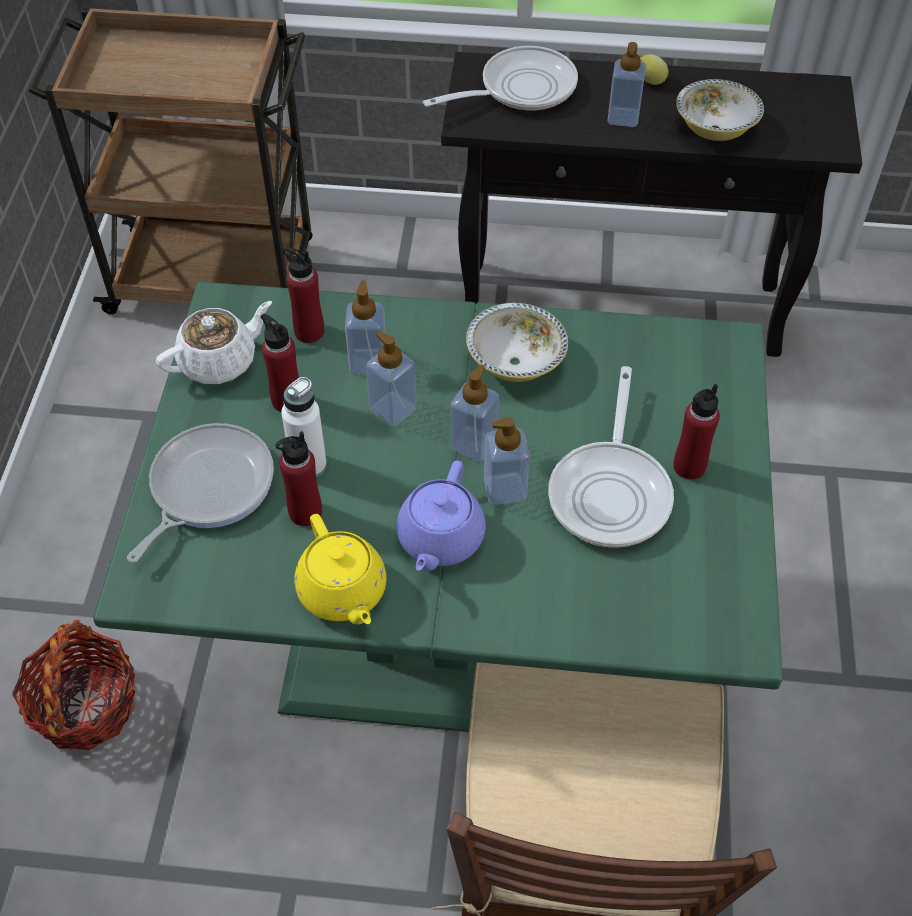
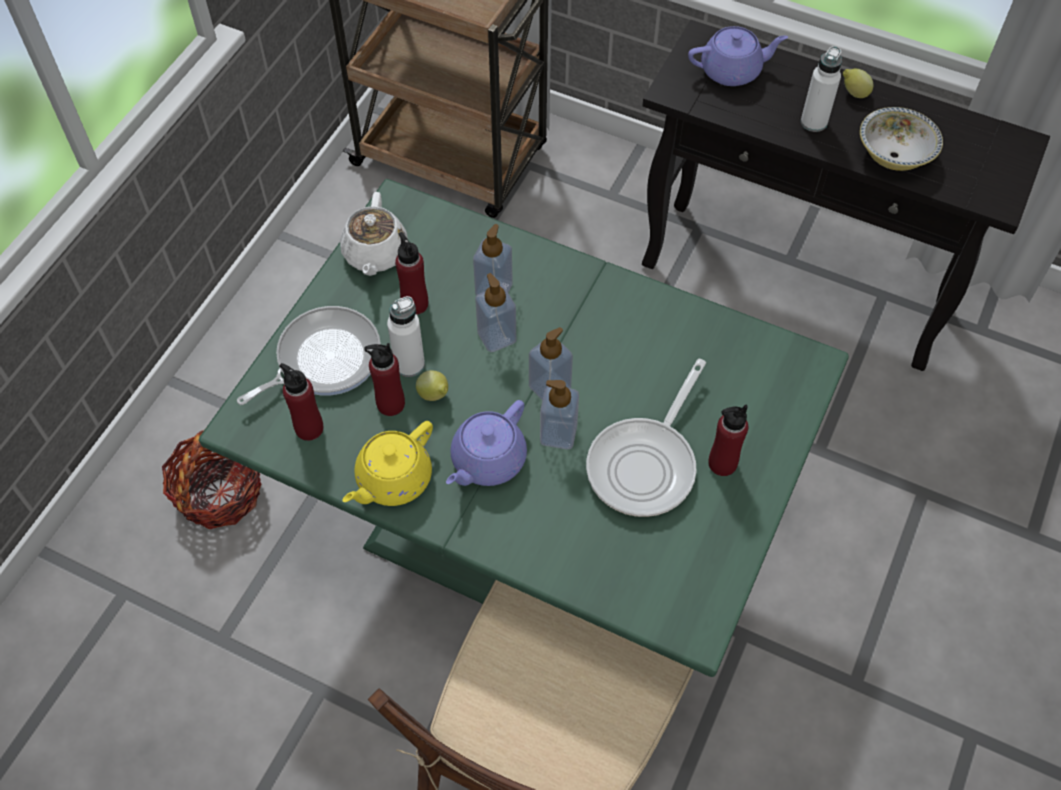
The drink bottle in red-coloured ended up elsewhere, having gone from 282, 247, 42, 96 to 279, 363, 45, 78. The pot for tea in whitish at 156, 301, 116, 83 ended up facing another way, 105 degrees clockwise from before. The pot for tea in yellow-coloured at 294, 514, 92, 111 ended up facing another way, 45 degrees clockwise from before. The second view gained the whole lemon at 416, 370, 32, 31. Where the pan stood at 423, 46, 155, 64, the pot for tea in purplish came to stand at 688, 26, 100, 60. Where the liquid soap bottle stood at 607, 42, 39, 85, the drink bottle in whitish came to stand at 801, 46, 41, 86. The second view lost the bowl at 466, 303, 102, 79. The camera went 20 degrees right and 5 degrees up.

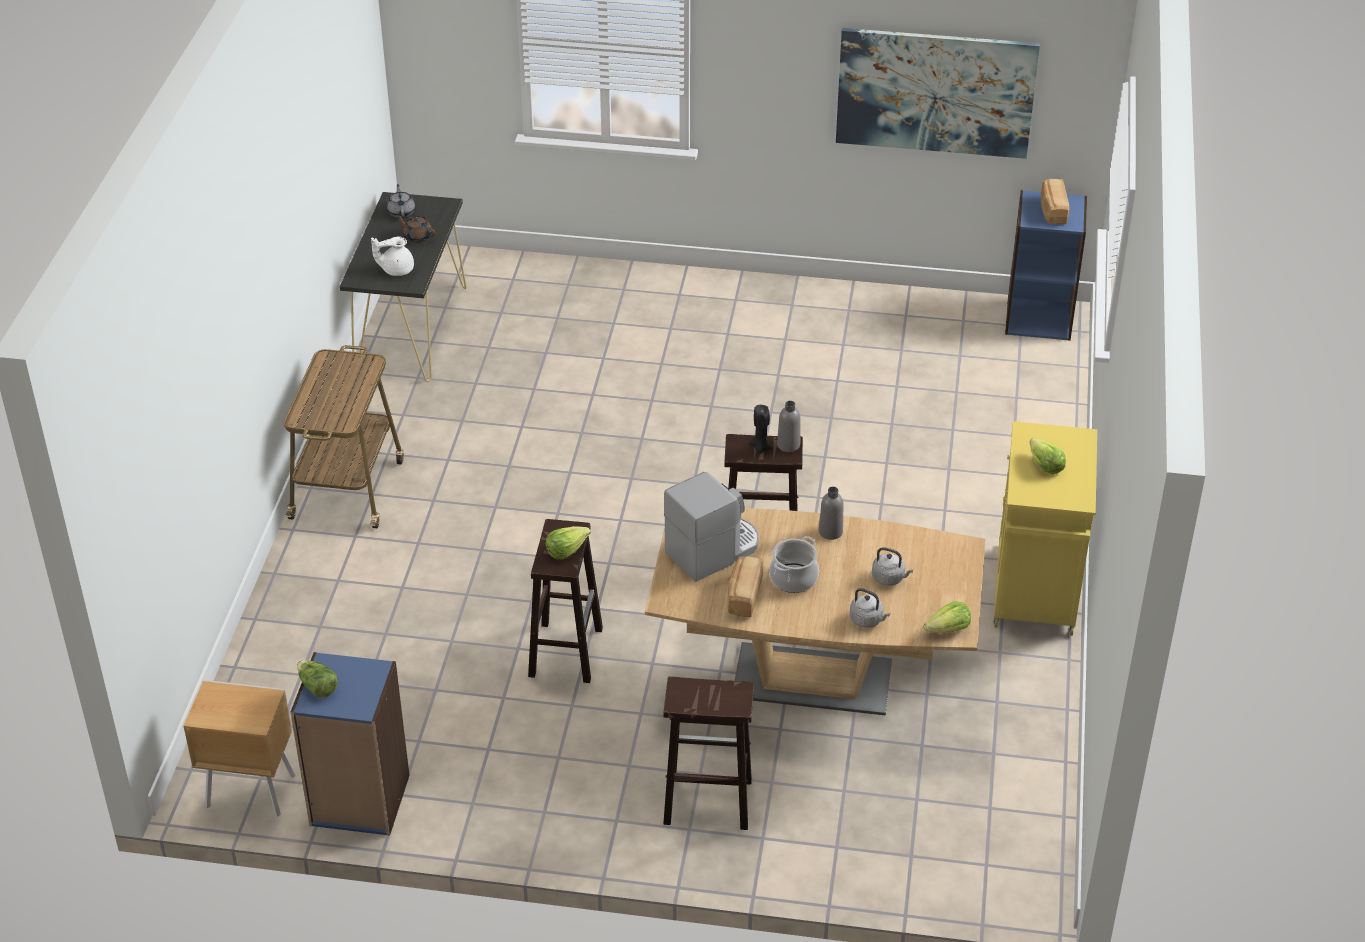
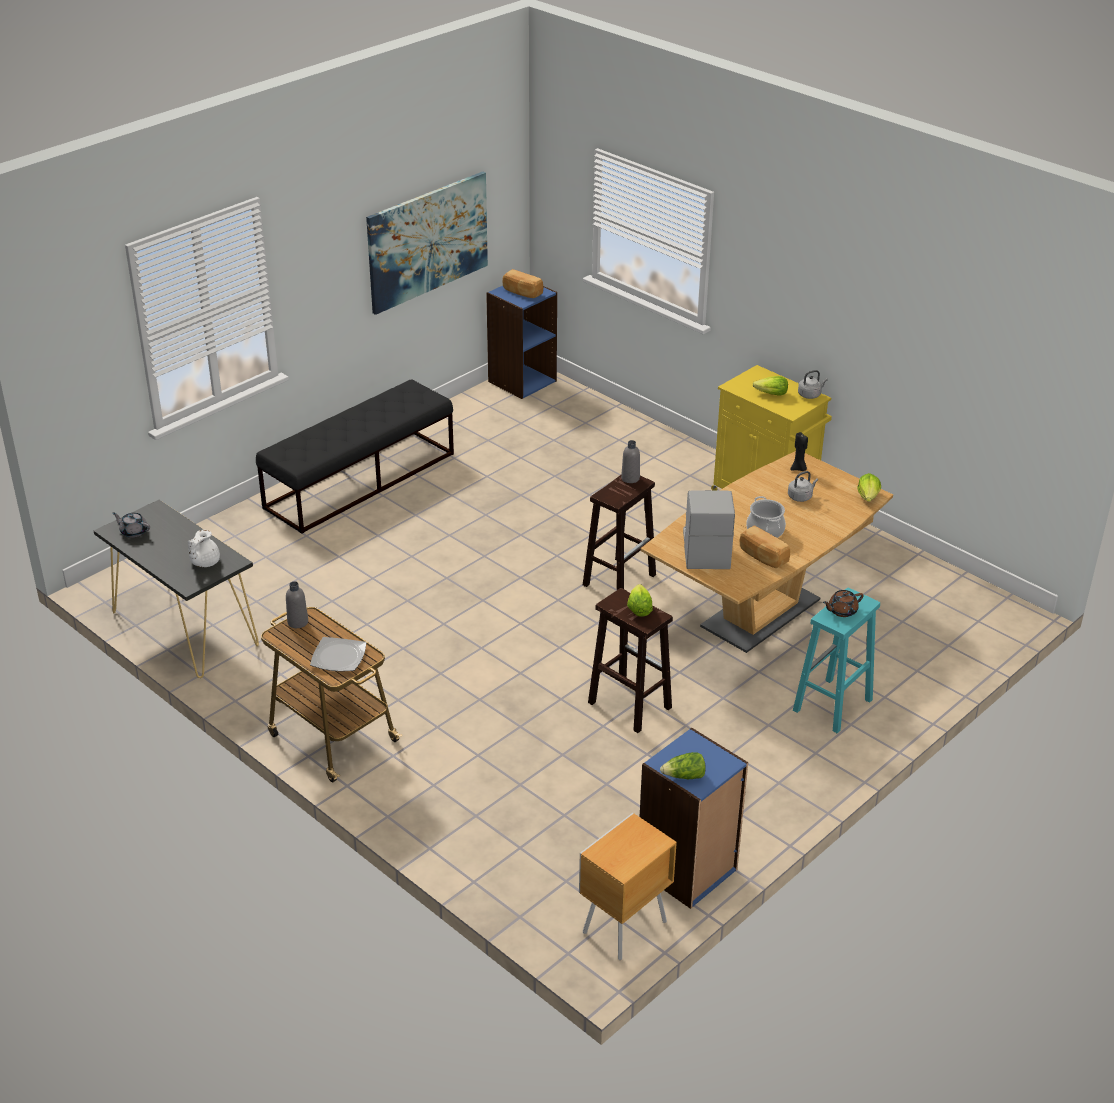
The second view gained the long seat in black-coloured at 256, 379, 198, 155. The drink bottle in grey ended up elsewhere, having gone from 819, 487, 24, 53 to 286, 581, 22, 47. The second view gained the flat dish at 310, 637, 56, 35. The wax light in black-coloured ended up elsewhere, having gone from 749, 405, 24, 49 to 790, 432, 18, 39. What was the stool in brown-coloured at 663, 676, 91, 154 turned into the stool in blue-green at 793, 588, 87, 146. The tea kettle in grey ended up elsewhere, having gone from 850, 588, 40, 40 to 798, 370, 30, 29. The pot for tea in brown-coloured ended up elsewhere, having gone from 396, 214, 39, 29 to 823, 590, 41, 27. The camera went 55 degrees left and 5 degrees down.

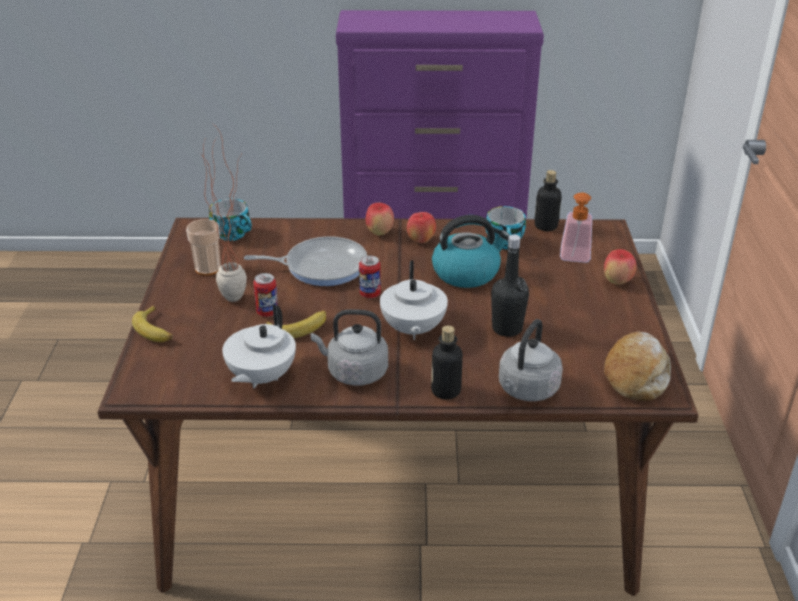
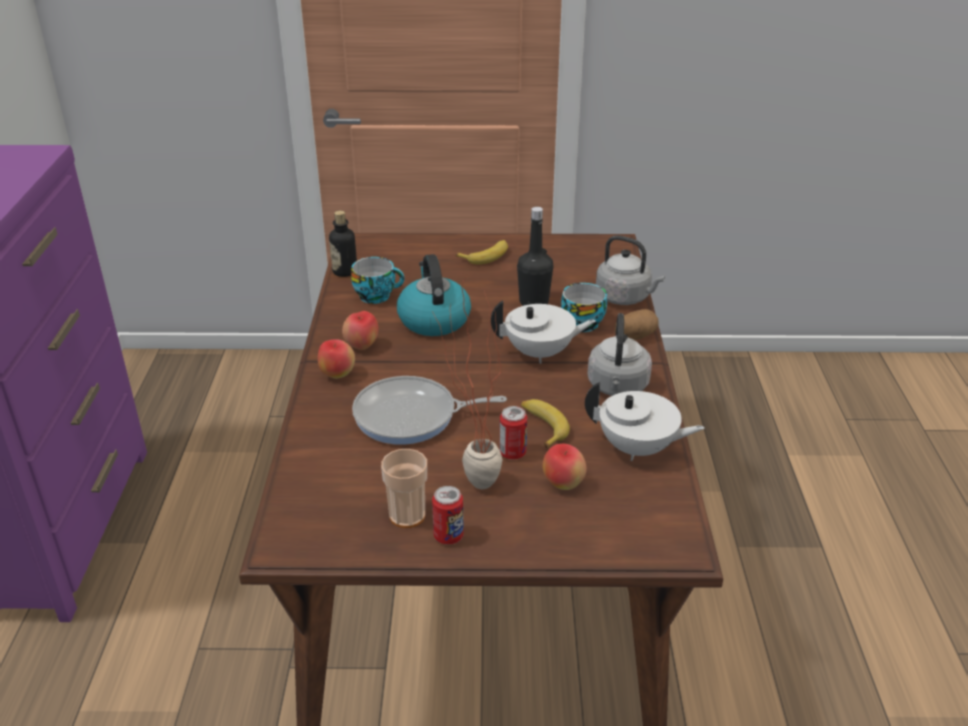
The pan at 244, 236, 123, 50 ended up facing another way, 90 degrees counterclockwise from before. The can ended up elsewhere, having gone from 359, 256, 22, 42 to 432, 486, 32, 59. The whole banana ended up elsewhere, having gone from 132, 305, 41, 37 to 455, 240, 53, 24. The whole apple ended up elsewhere, having gone from 604, 249, 33, 36 to 542, 444, 45, 46. The small cup ended up elsewhere, having gone from 209, 199, 43, 42 to 561, 283, 46, 49. Where the drink bottle stood at 431, 325, 32, 75, the potato came to stand at 615, 309, 44, 31. The second view lost the liquid soap bottle at 560, 193, 32, 70. The second view lost the baked bread at 604, 332, 67, 69. The camera went 90 degrees left and 0 degrees up.

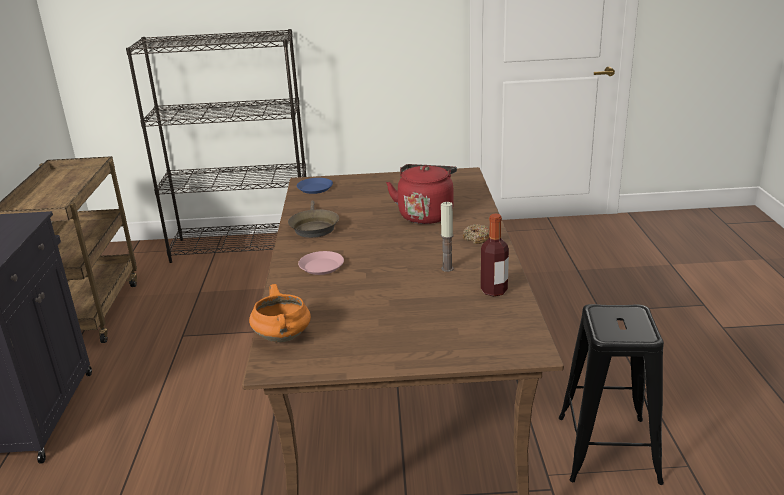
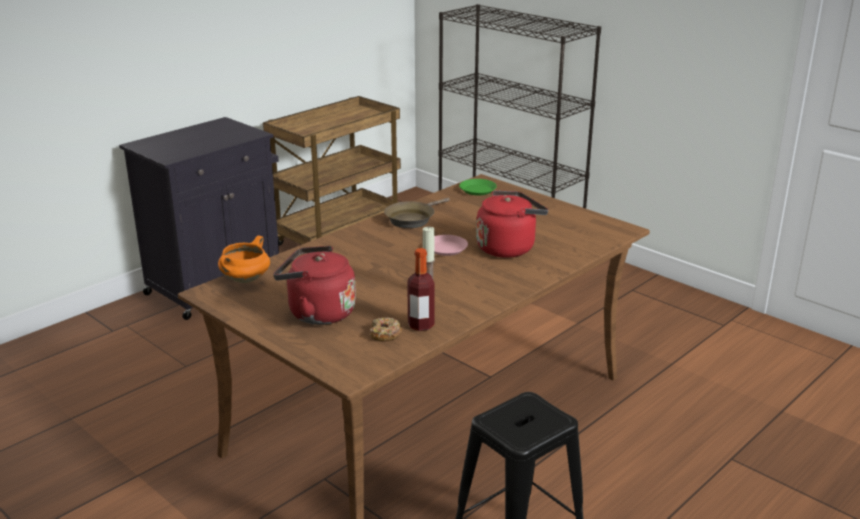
The second view gained the tea kettle in red-coloured at 273, 246, 83, 79. The ring doughnut ended up elsewhere, having gone from 463, 224, 26, 20 to 370, 317, 32, 25. The flat dish in pink-coloured ended up elsewhere, having gone from 298, 251, 46, 24 to 434, 235, 34, 21. What was the flat dish in bluish at 297, 178, 36, 16 turned into the flat dish in green at 459, 179, 38, 16. The camera went 45 degrees right and 0 degrees up.

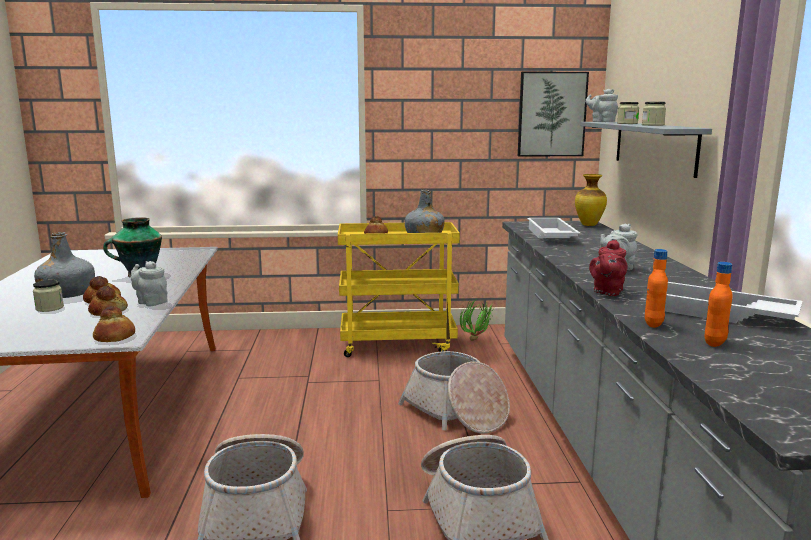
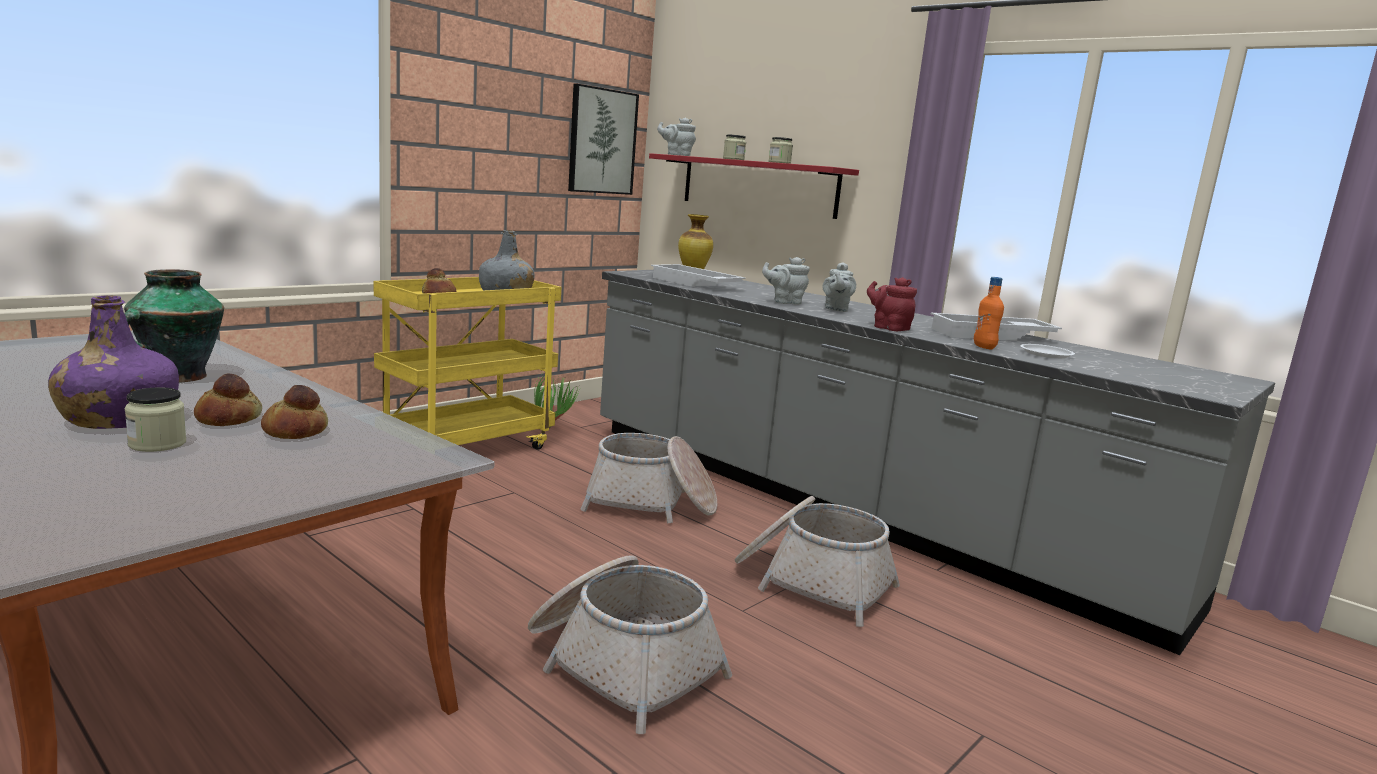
What was the drink bottle in grey at 34, 232, 61, 66 turned into the drink bottle in purplish at 48, 295, 131, 134. What was the shelf in grey at 580, 122, 132, 56 turned into the shelf in red-coloured at 649, 153, 210, 66. The pot for tea in grey ended up elsewhere, having gone from 131, 261, 37, 45 to 762, 257, 48, 48. The pot for tea in red-coloured at 589, 240, 39, 56 ended up facing another way, 150 degrees clockwise from before. Where the drink bottle in orangey stood at 705, 262, 28, 85, the flat dish in whitish came to stand at 1020, 344, 55, 14. The second view lost the baked bread at 93, 306, 42, 36. The camera went 45 degrees left and 0 degrees up.

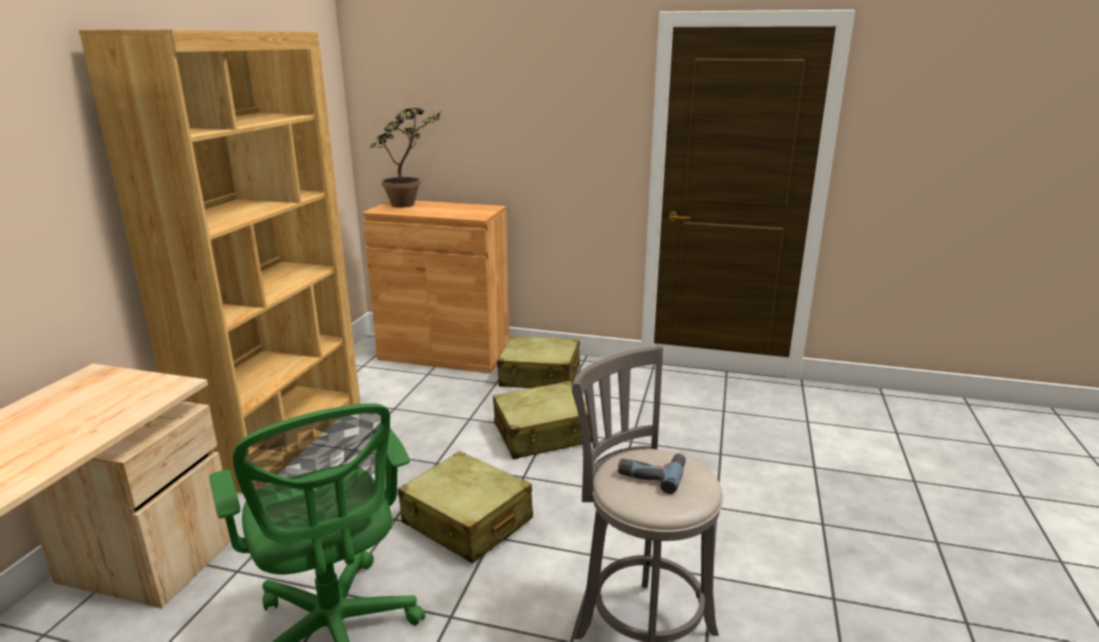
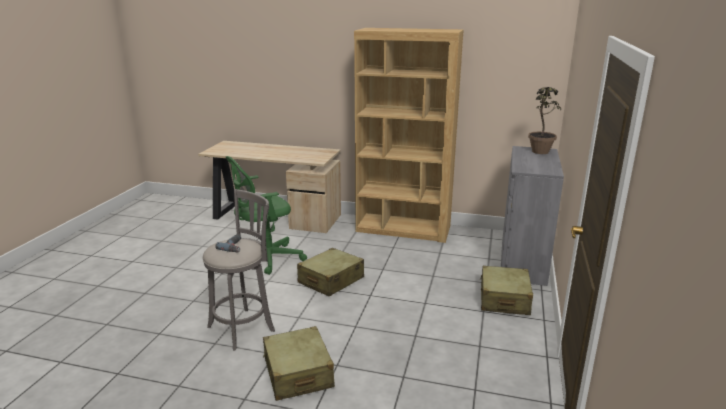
The travel case in beige-coloured ended up elsewhere, having gone from 493, 381, 99, 78 to 263, 326, 72, 75. What was the cupboard in brown-coloured at 362, 200, 147, 173 turned into the cupboard in grey at 501, 146, 63, 140. The camera went 90 degrees right and 0 degrees up.

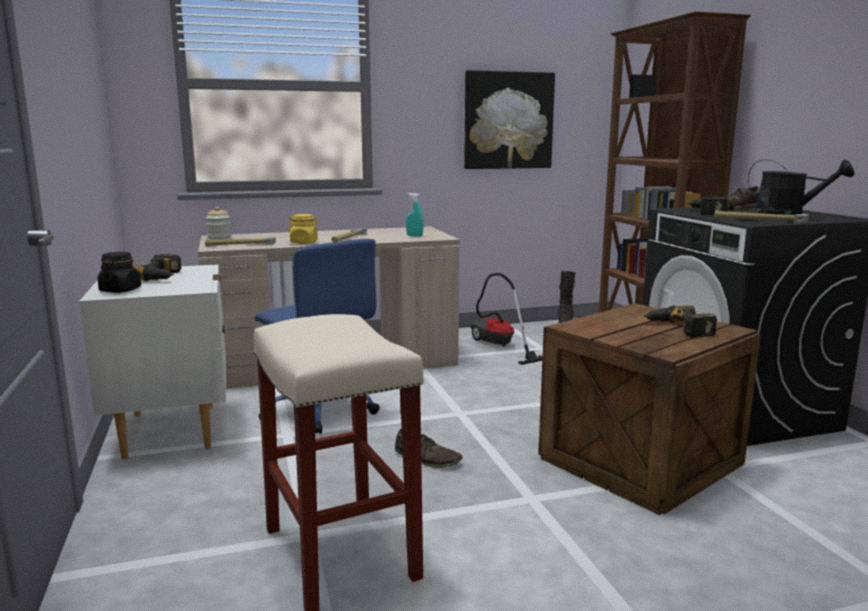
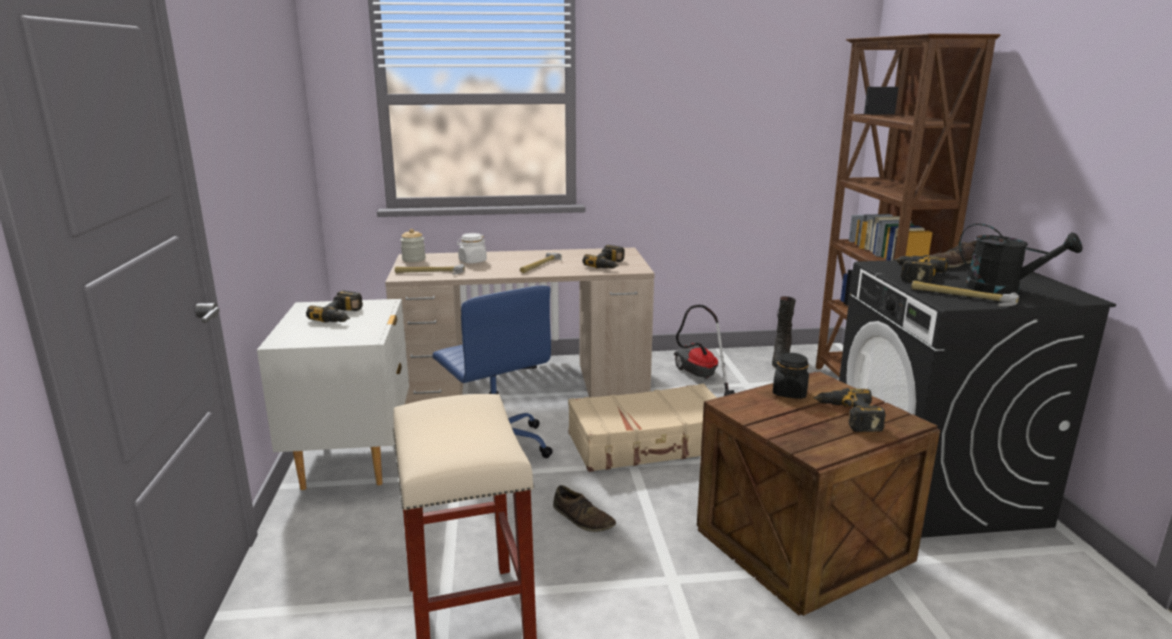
The second view gained the jar in whitish at 457, 233, 30, 30. The second view gained the travel case in beige-coloured at 568, 384, 149, 88. Where the spray bottle in blue-green stood at 406, 193, 18, 44, the drill came to stand at 583, 245, 42, 24. The jar in black-coloured ended up elsewhere, having gone from 97, 252, 44, 41 to 773, 353, 36, 46. The second view lost the jar in yellow-coloured at 288, 214, 31, 30. The second view lost the wall picture at 464, 70, 91, 99. The camera went 10 degrees right and 5 degrees up.

